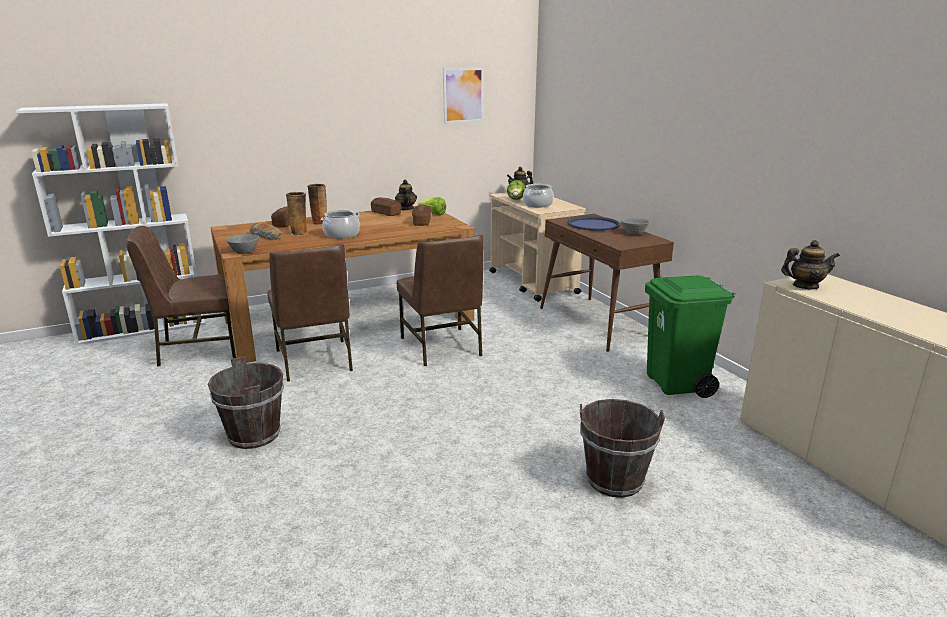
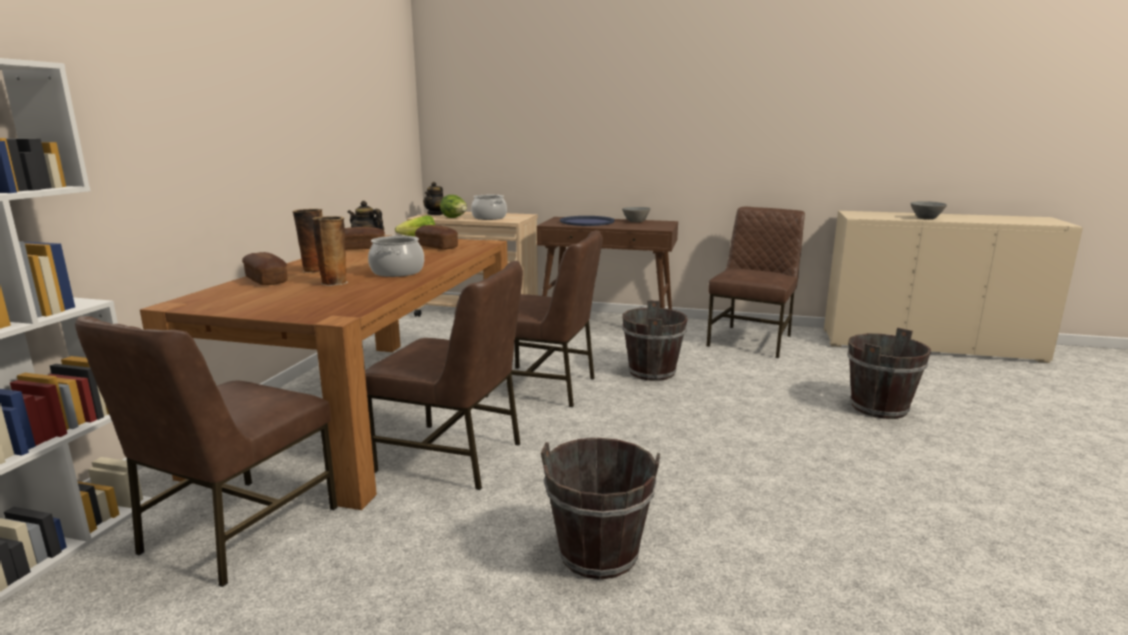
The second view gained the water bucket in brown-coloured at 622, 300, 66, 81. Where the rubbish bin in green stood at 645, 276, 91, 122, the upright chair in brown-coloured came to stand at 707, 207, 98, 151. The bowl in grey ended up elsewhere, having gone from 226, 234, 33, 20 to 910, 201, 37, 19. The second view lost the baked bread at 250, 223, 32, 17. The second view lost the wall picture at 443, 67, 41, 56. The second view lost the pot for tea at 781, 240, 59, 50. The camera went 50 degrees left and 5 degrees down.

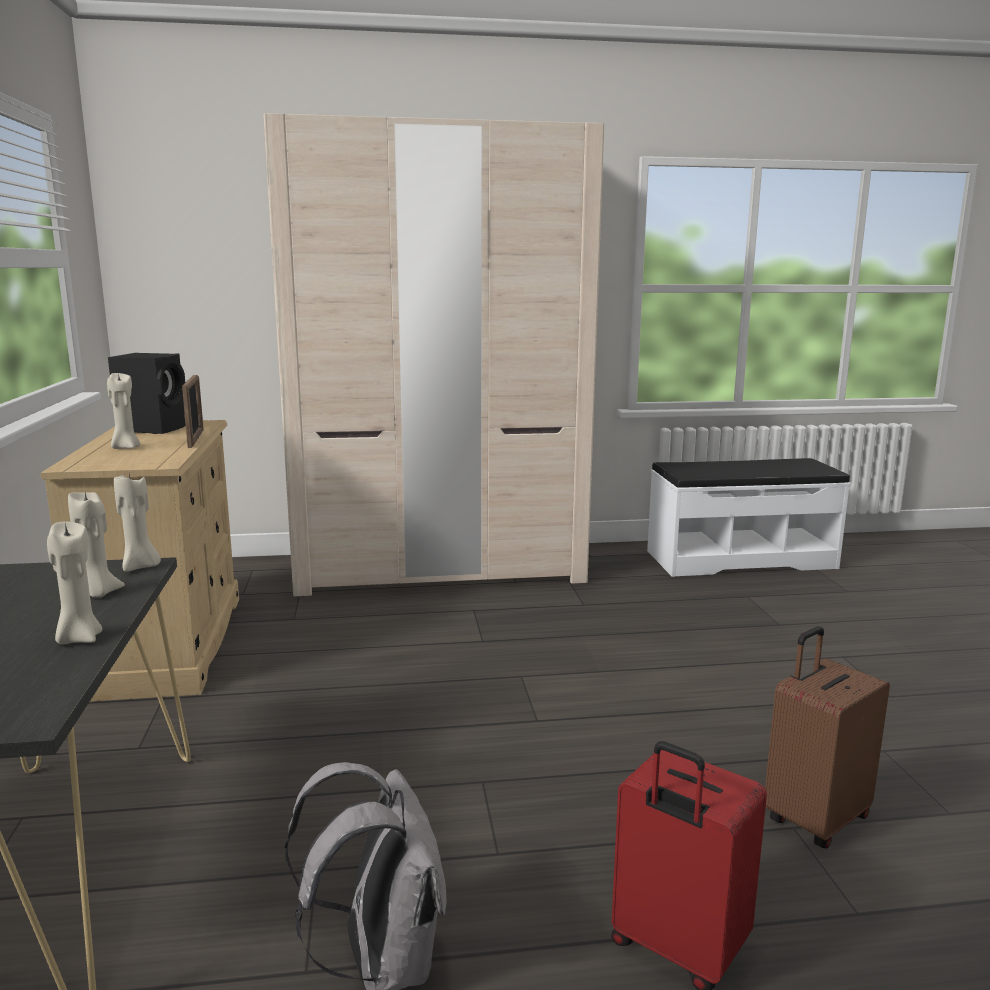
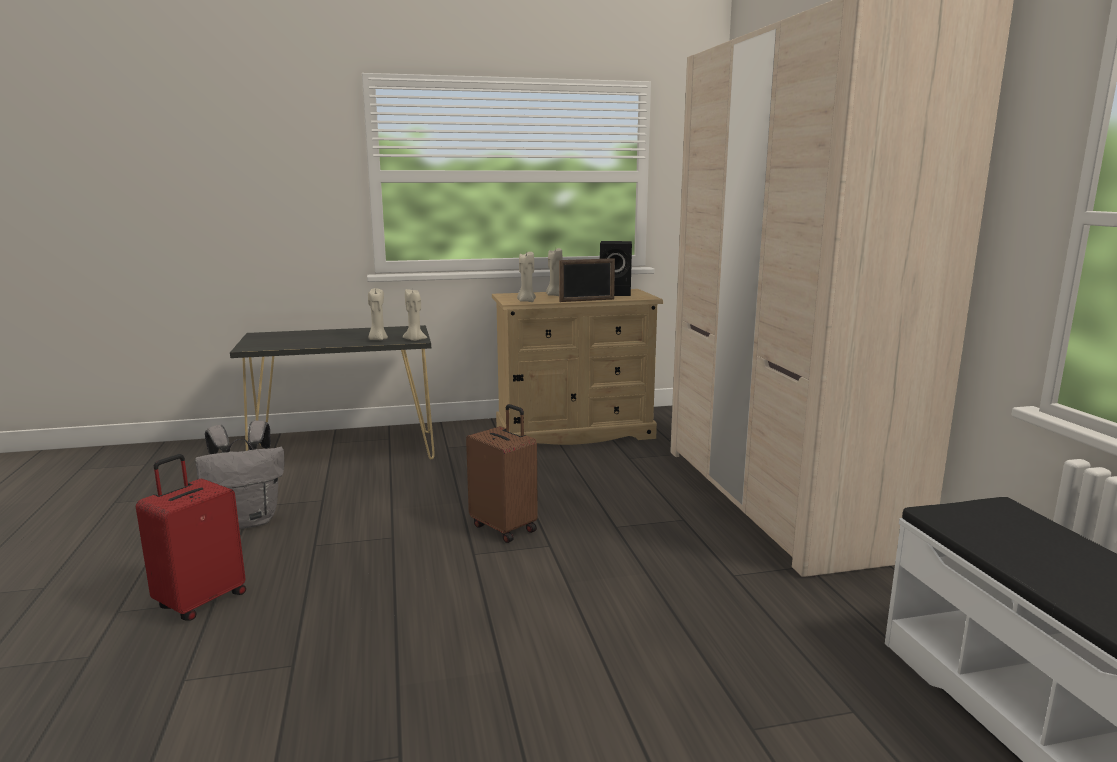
The travel case in brown-coloured ended up elsewhere, having gone from 765, 626, 125, 223 to 466, 404, 72, 139. The wax light in beige-coloured ended up elsewhere, having gone from 47, 521, 55, 124 to 517, 251, 19, 51. The camera went 85 degrees right and 0 degrees up.

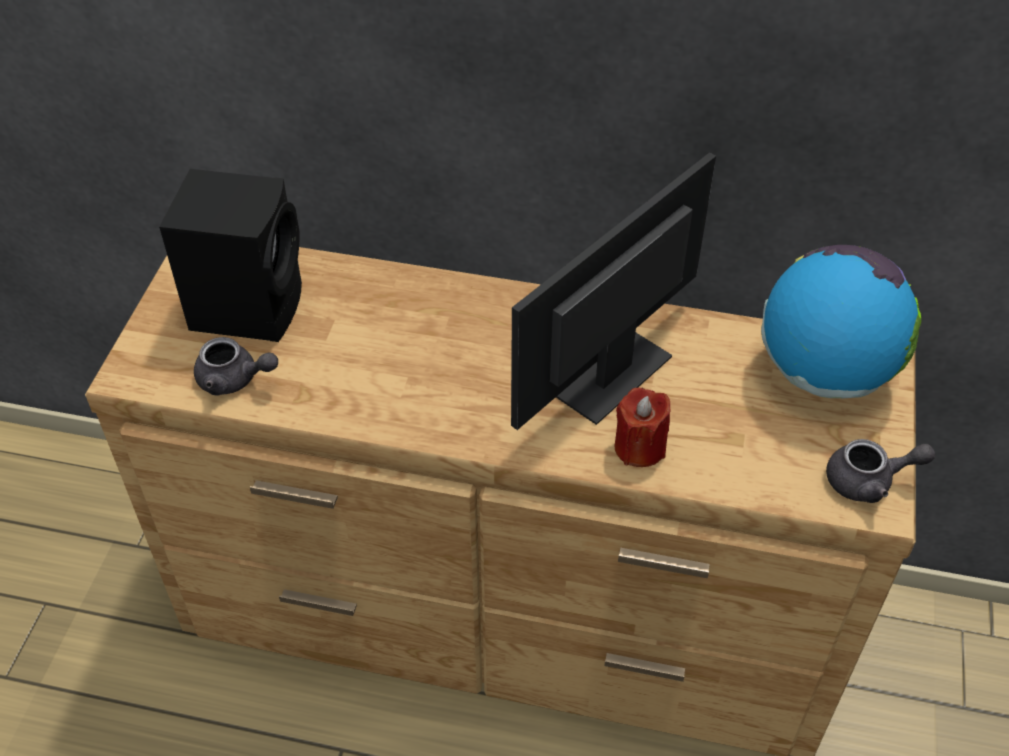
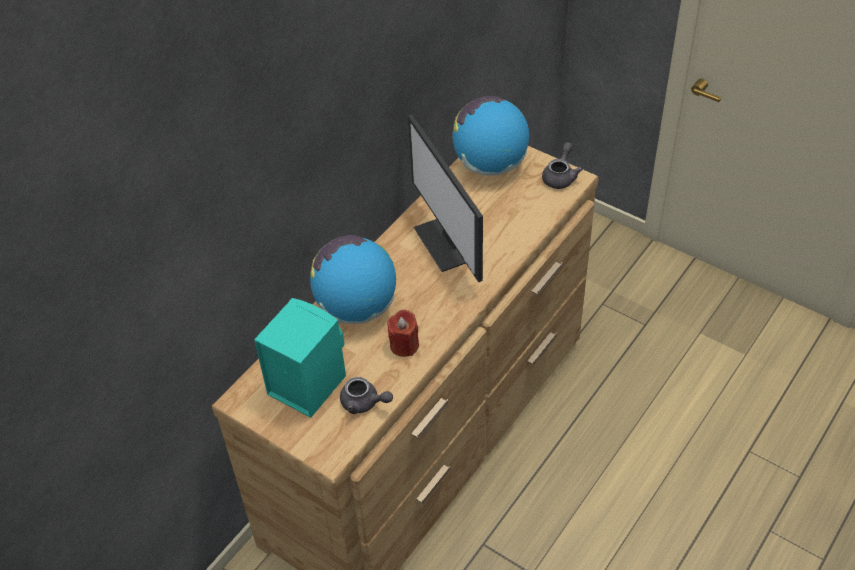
What was the loudspeaker in black-coloured at 159, 169, 143, 173 turned into the loudspeaker in blue-green at 254, 298, 92, 120. The second view gained the globe at 310, 235, 86, 89. The pot for tea in grey at 194, 337, 84, 59 ended up facing another way, 75 degrees clockwise from before. The wax light in red-coloured ended up elsewhere, having gone from 615, 388, 56, 79 to 387, 310, 32, 47. The camera went 65 degrees left and 0 degrees up.

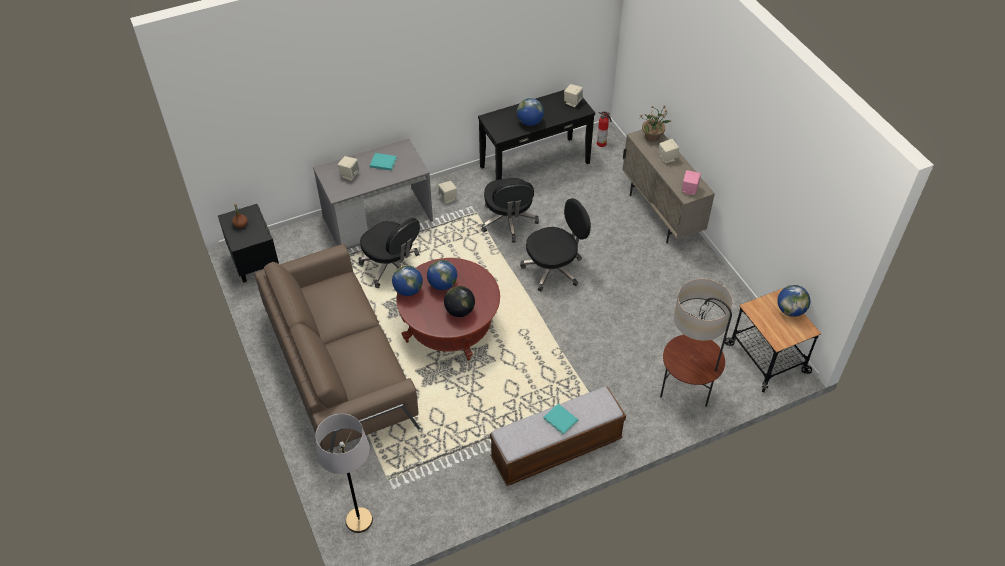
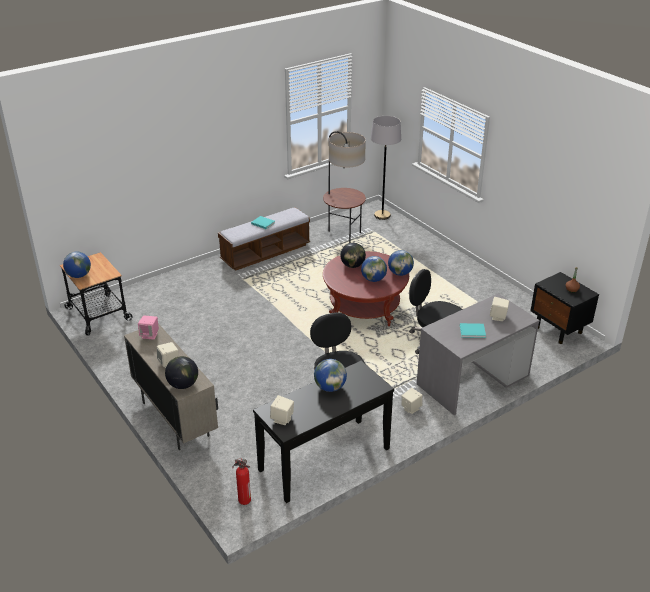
Where the plant in a pot stood at 639, 106, 33, 36, the globe came to stand at 165, 356, 33, 33. The floor lamp ended up elsewhere, having gone from 660, 279, 73, 128 to 323, 131, 43, 112. The second view lost the couch in brown-coloured at 255, 244, 165, 209. The second view lost the computer chair in black-coloured at 520, 198, 71, 94. The camera went 170 degrees right and 15 degrees down.

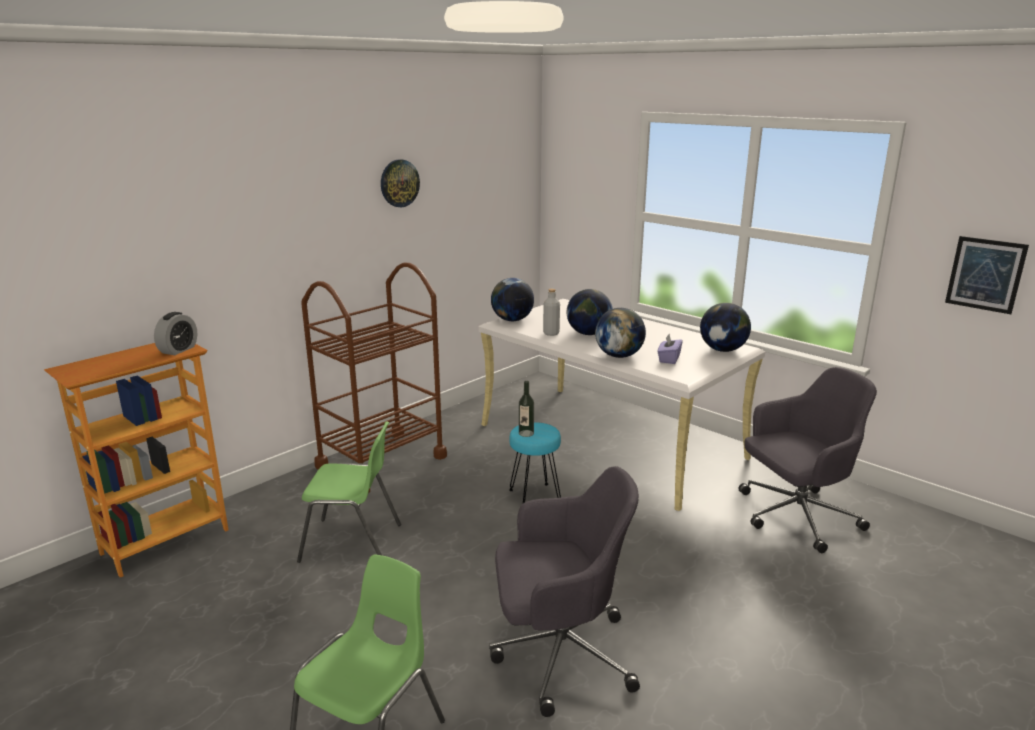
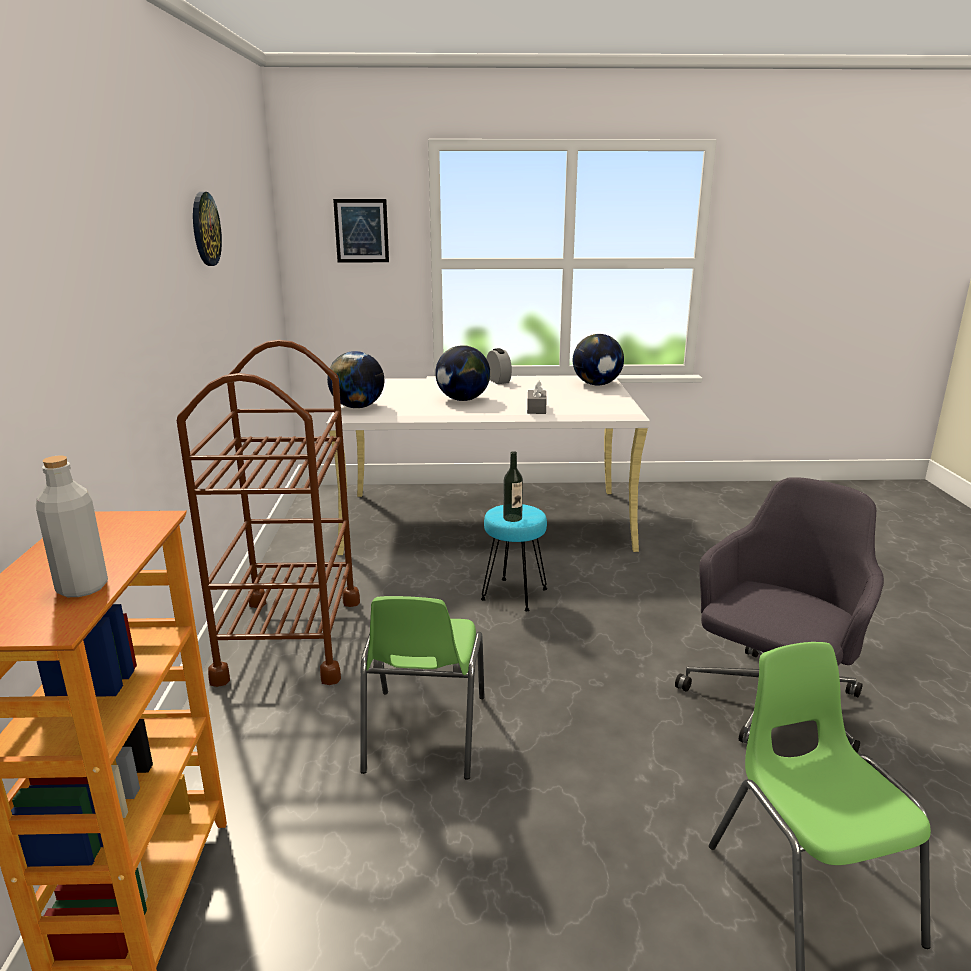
The drink bottle in grey ended up elsewhere, having gone from 543, 289, 17, 47 to 36, 456, 72, 141. The wall picture ended up elsewhere, having gone from 945, 236, 84, 78 to 333, 199, 56, 63. The upright chair in green at 297, 421, 104, 142 ended up facing another way, 135 degrees clockwise from before. The bedside clock ended up elsewhere, having gone from 154, 312, 43, 43 to 486, 348, 26, 36. Where the globe stood at 595, 308, 51, 50, the box of tissues in grey came to stand at 527, 380, 20, 34. The second view lost the box of tissues in purplish at 658, 334, 25, 30. The second view lost the computer chair in grey at 738, 367, 139, 186. The camera went 45 degrees left and 0 degrees up.

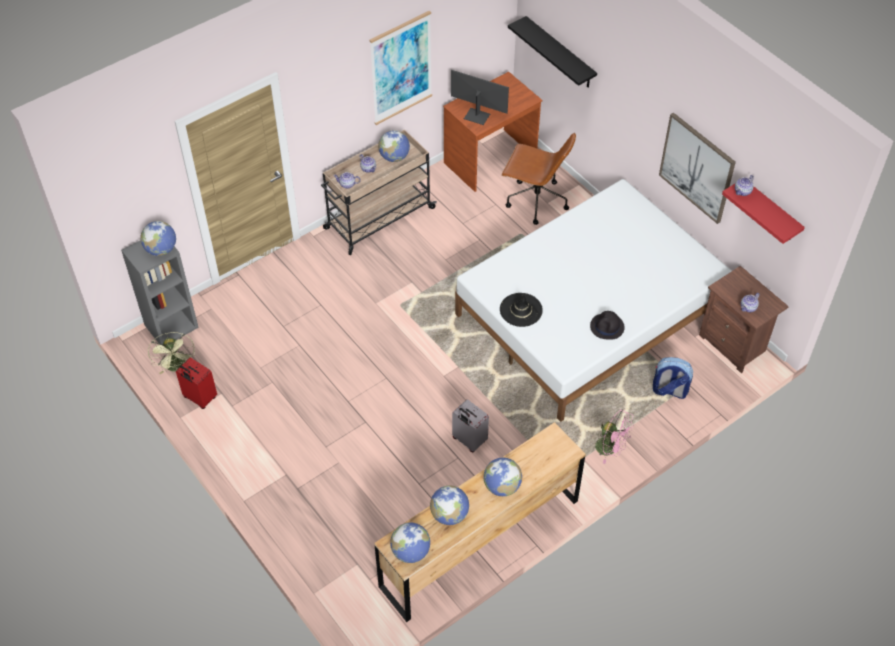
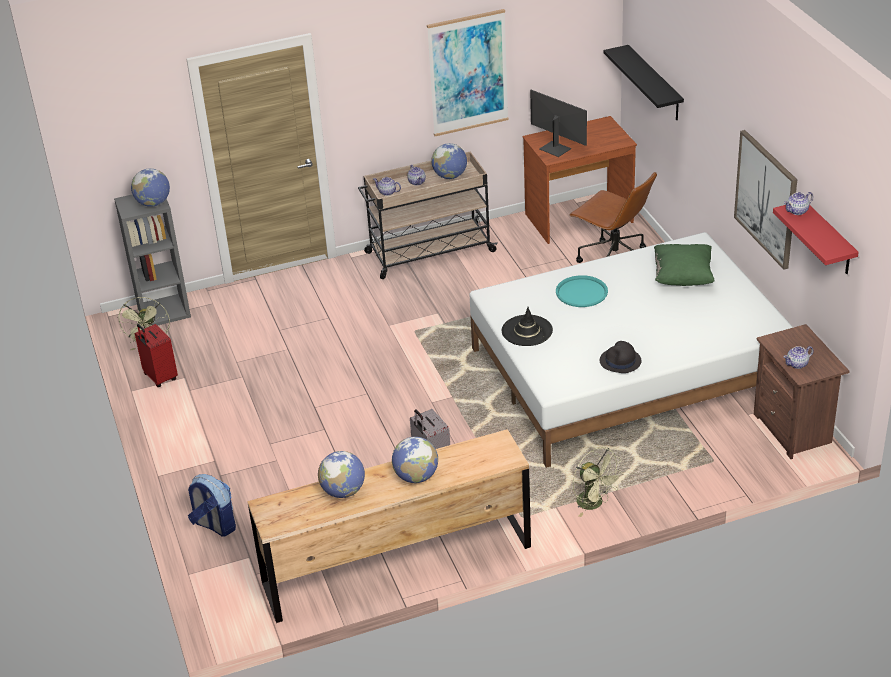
The rucksack ended up elsewhere, having gone from 653, 357, 40, 42 to 188, 474, 48, 63. The second view gained the serving tray in blue-green at 556, 275, 52, 32. What was the electric fan in pink-coloured at 595, 409, 39, 55 turned into the electric fan in green at 573, 447, 51, 70. The second view gained the cushion in green at 654, 244, 60, 42. The second view lost the globe at 390, 522, 40, 41. The camera went 20 degrees right and 15 degrees down.

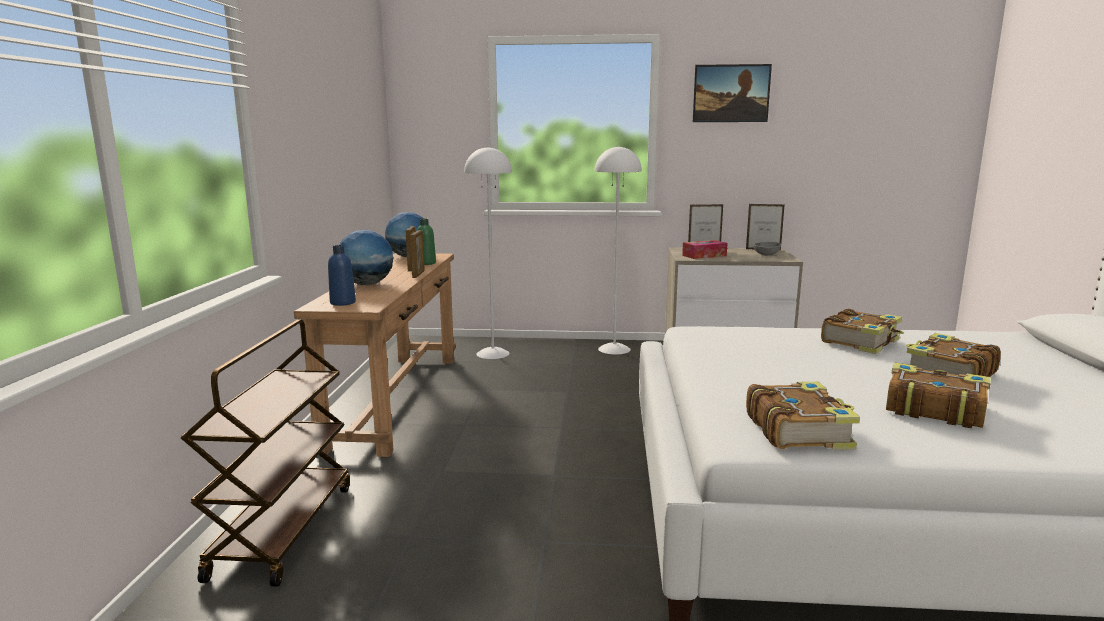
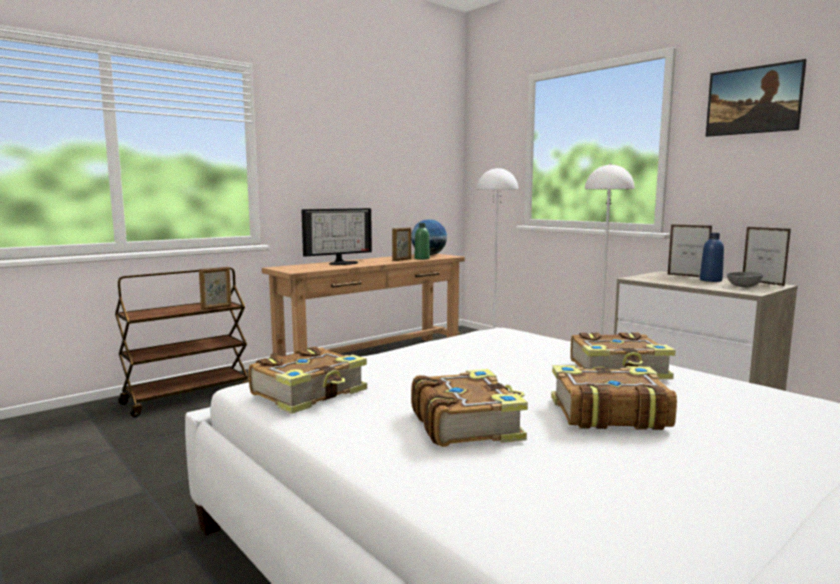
The picture frame ended up elsewhere, having gone from 410, 230, 15, 48 to 199, 267, 33, 43. Where the globe stood at 339, 230, 54, 55, the computer display came to stand at 301, 208, 71, 57. The drink bottle in bluish ended up elsewhere, having gone from 328, 245, 28, 61 to 700, 233, 24, 49. The second view lost the box of tissues at 682, 240, 45, 19. The camera went 45 degrees right and 5 degrees down.

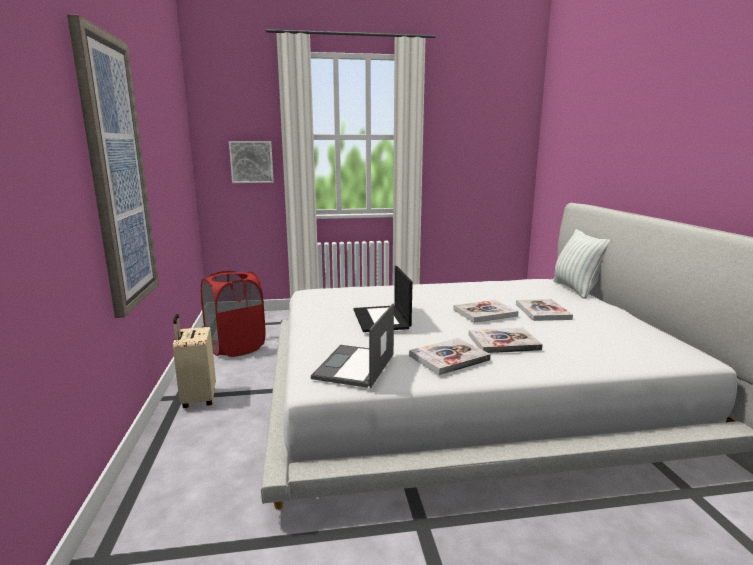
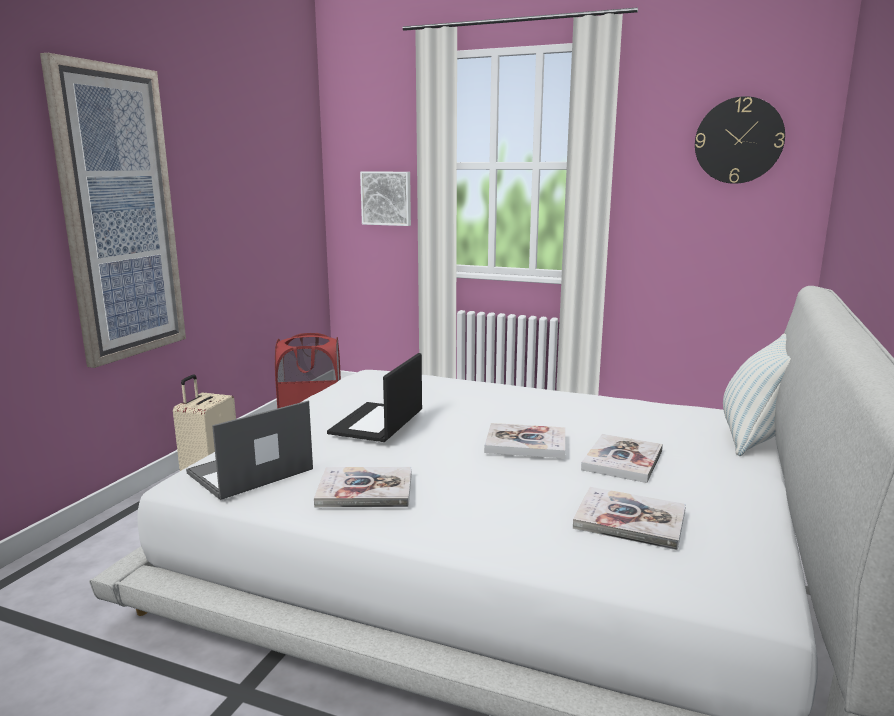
The bound book ended up elsewhere, having gone from 469, 327, 74, 26 to 573, 487, 113, 63. The second view gained the wall clock at 695, 96, 90, 88. The camera went 30 degrees right and 0 degrees up.

